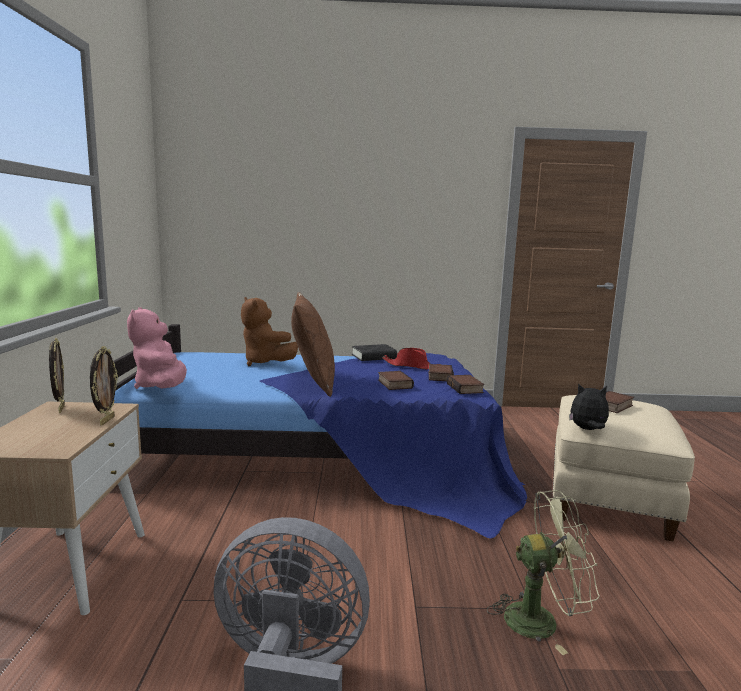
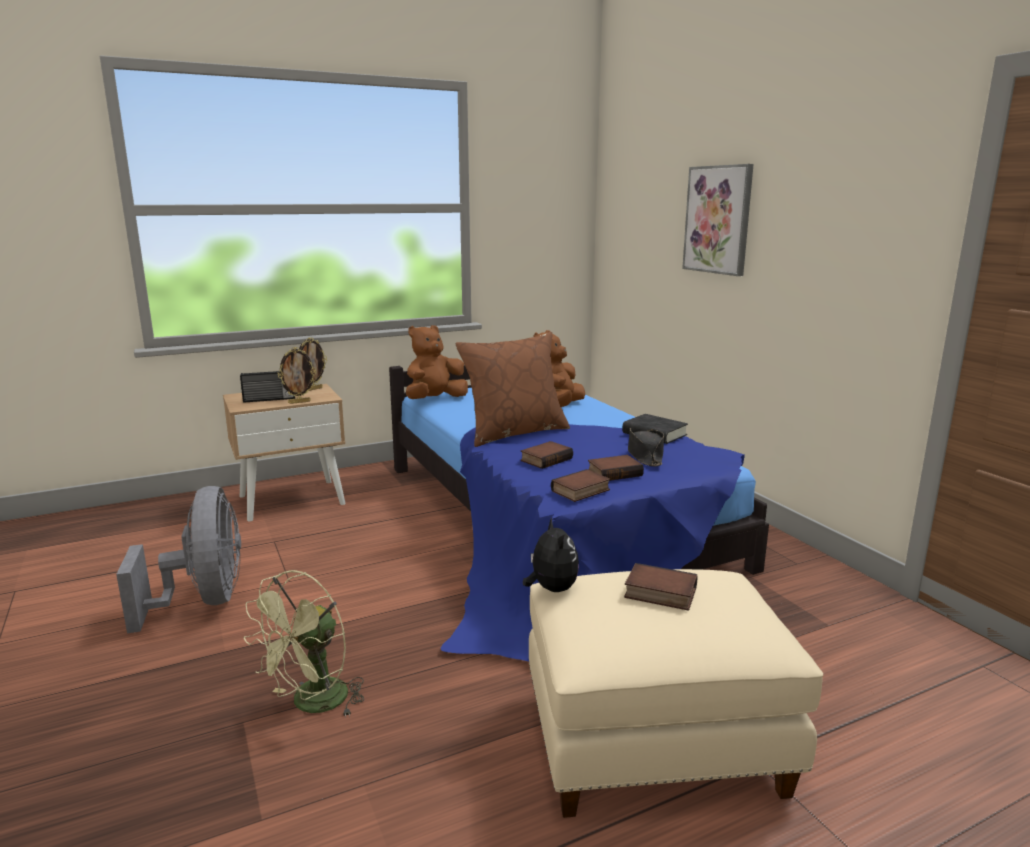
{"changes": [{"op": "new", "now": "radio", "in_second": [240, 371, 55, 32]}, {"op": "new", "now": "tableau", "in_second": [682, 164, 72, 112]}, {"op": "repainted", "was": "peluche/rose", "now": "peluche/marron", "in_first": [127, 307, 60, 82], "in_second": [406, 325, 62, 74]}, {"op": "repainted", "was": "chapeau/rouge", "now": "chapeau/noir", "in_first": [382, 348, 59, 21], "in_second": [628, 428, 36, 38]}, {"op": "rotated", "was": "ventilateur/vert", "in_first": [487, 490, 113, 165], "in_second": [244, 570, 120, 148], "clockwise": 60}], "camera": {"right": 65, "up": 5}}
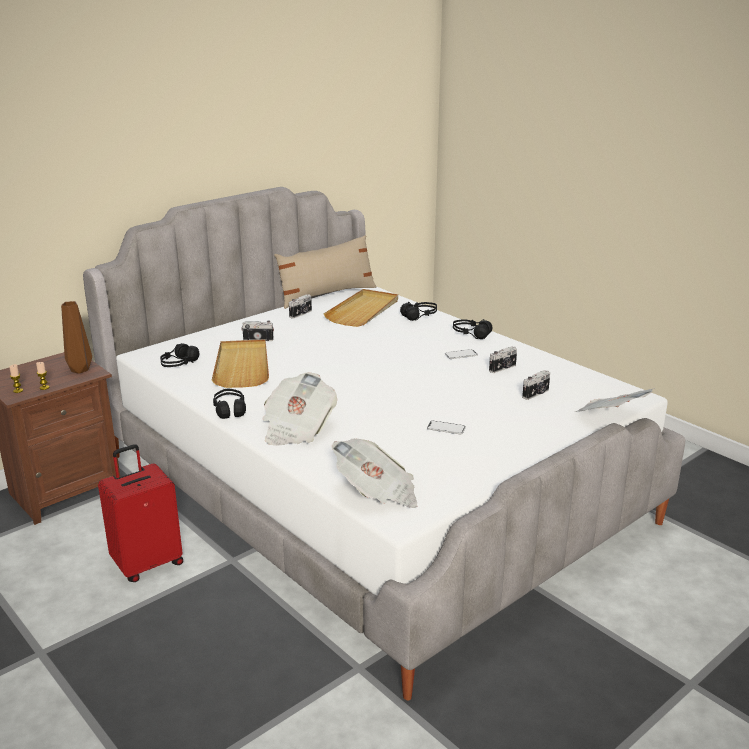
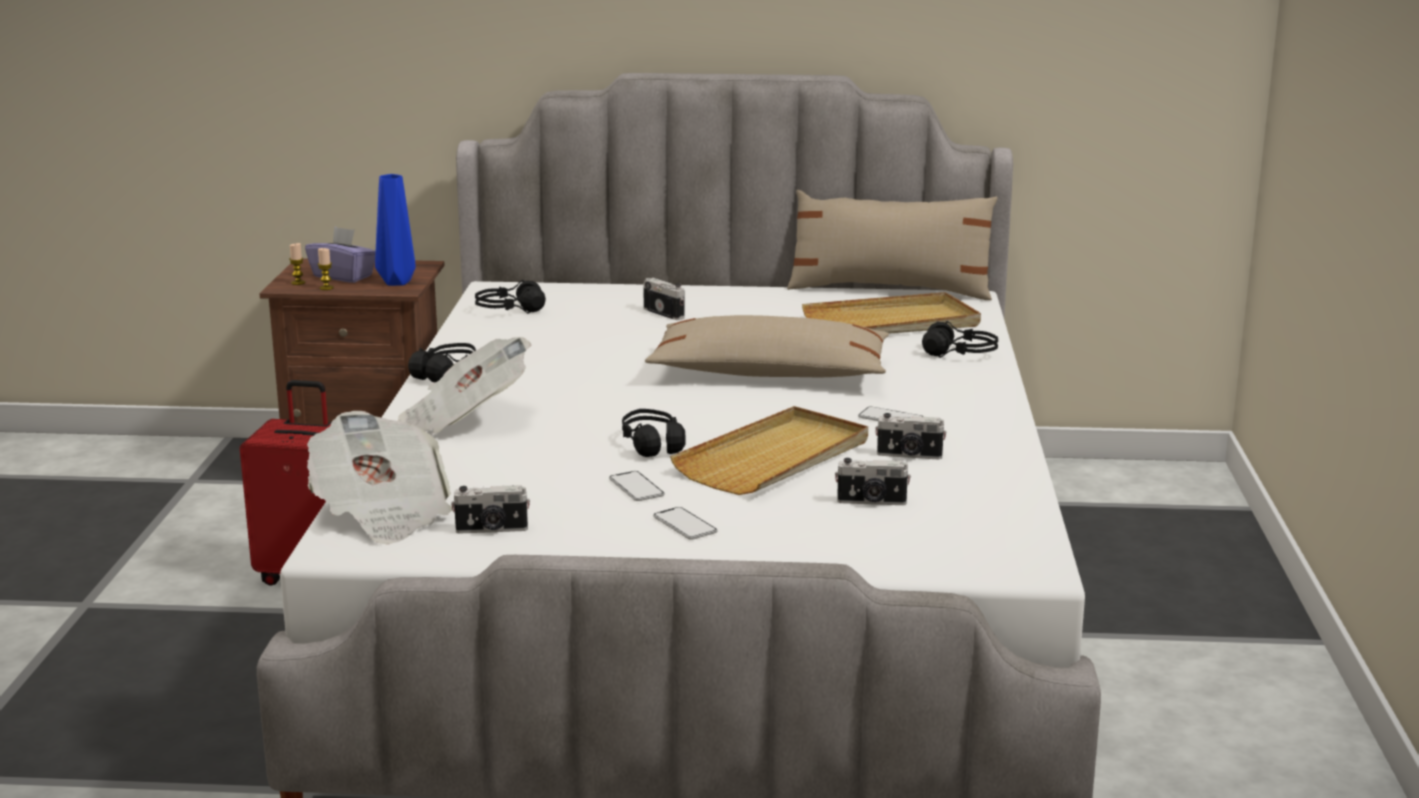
{"changes": [{"op": "gone", "was": "journal", "in_first": [575, 388, 80, 24]}, {"op": "new", "now": "boîte à mouchoirs/violet", "in_second": [305, 226, 71, 57]}, {"op": "new", "now": "coussin/beige", "in_second": [645, 315, 244, 62]}, {"op": "new", "now": "téléphone", "in_second": [653, 507, 65, 33]}, {"op": "shifted", "was": "plateau/beige", "in_first": [212, 339, 57, 49], "in_second": [670, 406, 198, 89]}, {"op": "shifted", "was": "appareil photo", "in_first": [289, 294, 23, 25], "in_second": [451, 485, 79, 49]}, {"op": "shifted", "was": "casque audio/noir", "in_first": [453, 319, 40, 20], "in_second": [622, 409, 64, 48]}, {"op": "repainted", "was": "vase/marron", "now": "vase/bleu", "in_first": [61, 301, 31, 73], "in_second": [375, 174, 41, 112]}], "camera": {"right": 45, "up": -5}}
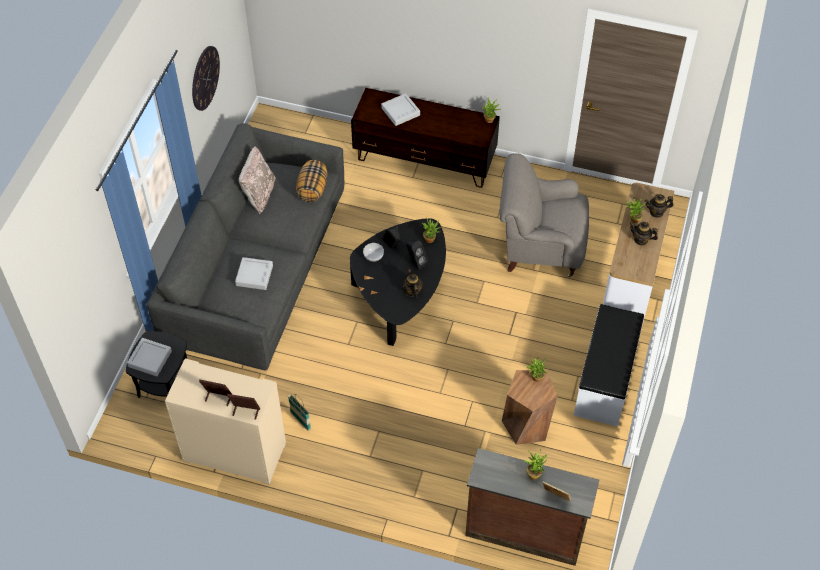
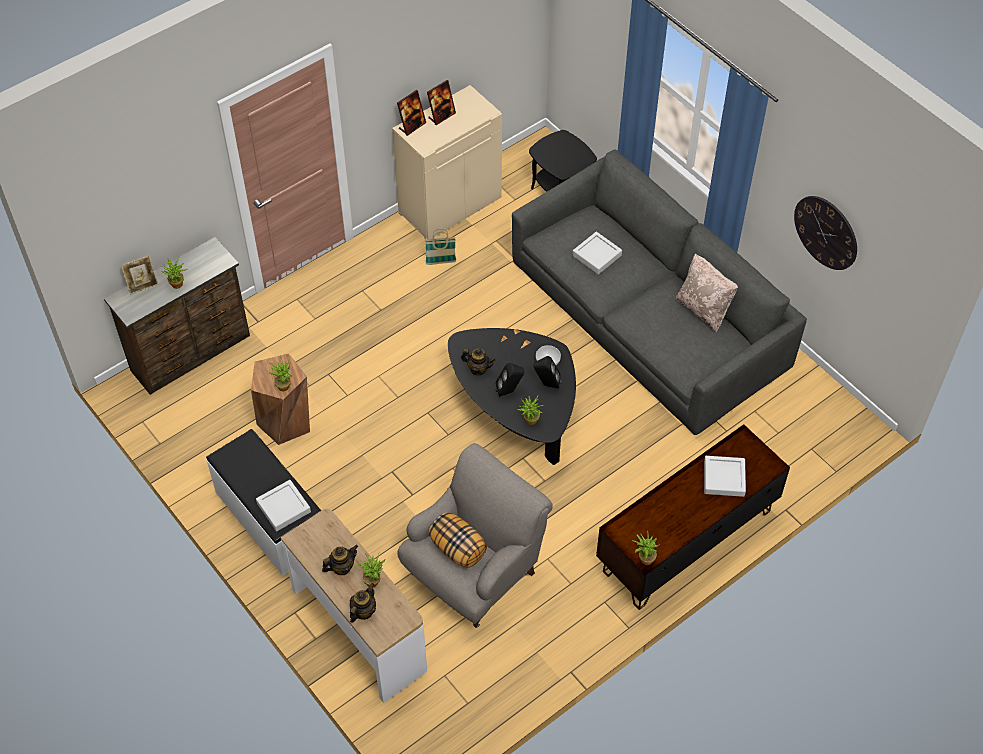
{"changes": [{"op": "shifted", "was": "plateau/gris", "in_first": [127, 338, 45, 38], "in_second": [256, 480, 55, 51]}, {"op": "shifted", "was": "coussin", "in_first": [296, 160, 31, 42], "in_second": [428, 512, 59, 56]}], "camera": {"right": 125, "up": 0}}
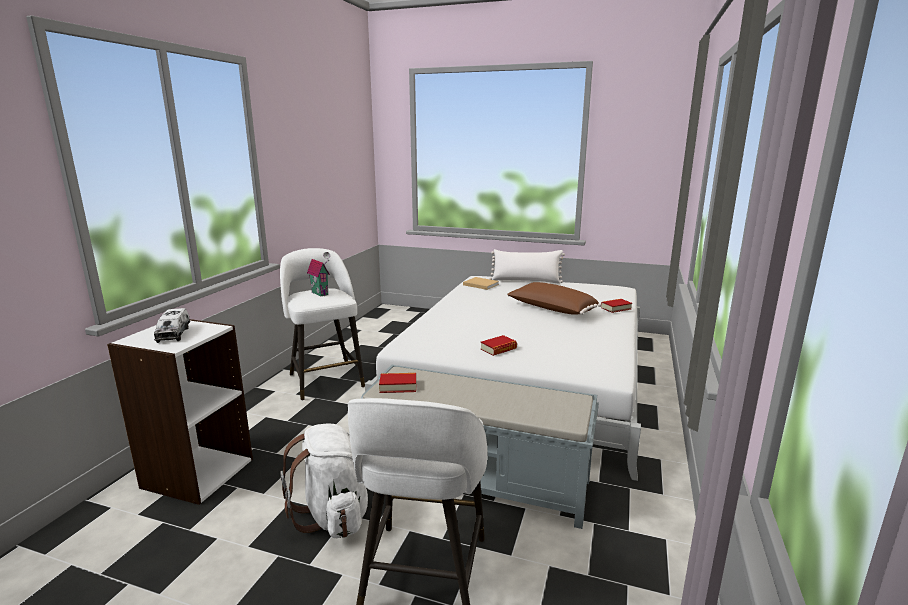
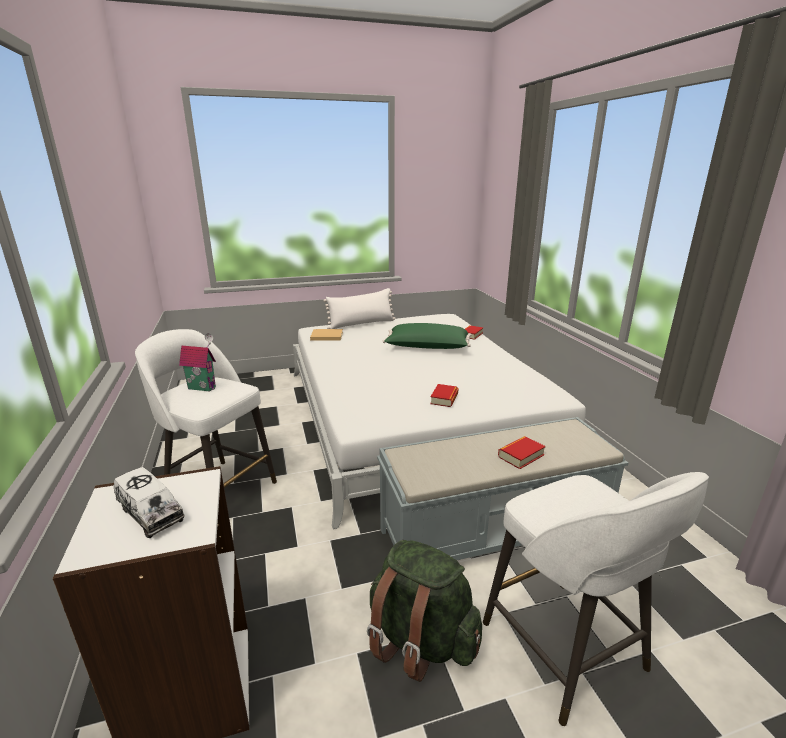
{"changes": [{"op": "shifted", "was": "livre", "in_first": [379, 373, 37, 20], "in_second": [498, 436, 48, 33]}, {"op": "repainted", "was": "sac à dos/blanc", "now": "sac à dos/vert", "in_first": [280, 423, 88, 115], "in_second": [367, 540, 115, 142]}, {"op": "repainted", "was": "coussin/marron", "now": "coussin/vert", "in_first": [507, 282, 94, 33], "in_second": [383, 323, 89, 26]}], "camera": {"right": -35, "up": 5}}
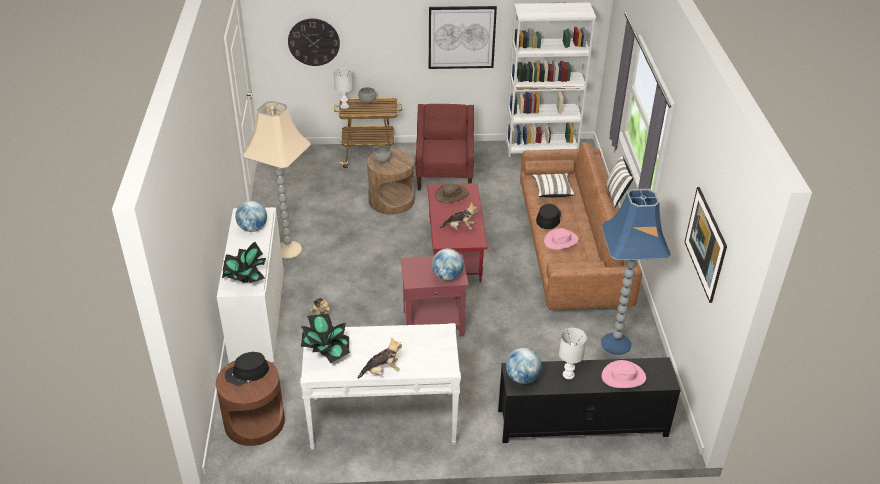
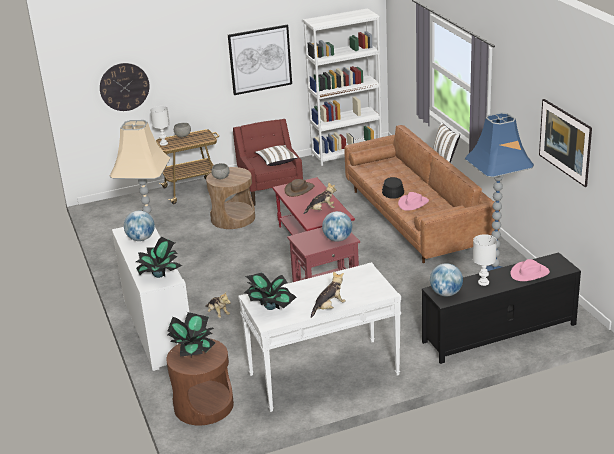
{"changes": [{"op": "shifted", "was": "coussin/blanc", "in_first": [532, 173, 43, 25], "in_second": [255, 145, 43, 21]}, {"op": "swapped", "was": "chapeau/noir", "now": "plante en pot", "in_first": [225, 352, 44, 33], "in_second": [167, 312, 48, 45]}], "camera": {"right": -15, "up": -10}}
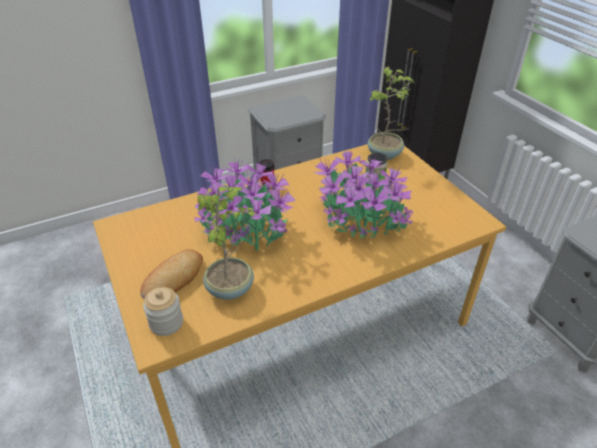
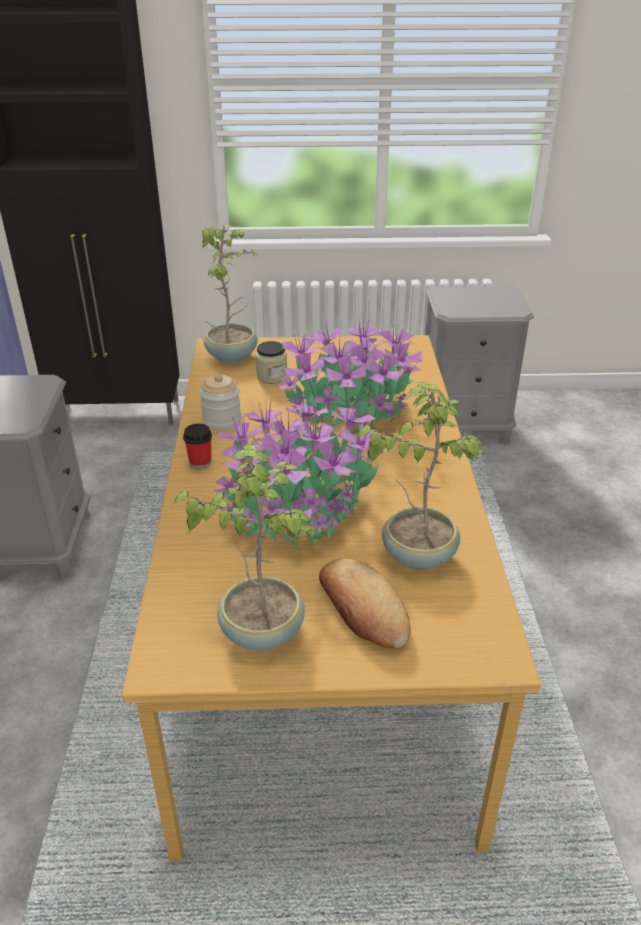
{"changes": [{"op": "new", "now": "plante en pot", "in_second": [172, 444, 142, 206]}, {"op": "shifted", "was": "bocal", "in_first": [143, 287, 40, 49], "in_second": [199, 374, 42, 57]}], "camera": {"right": -65, "up": -5}}
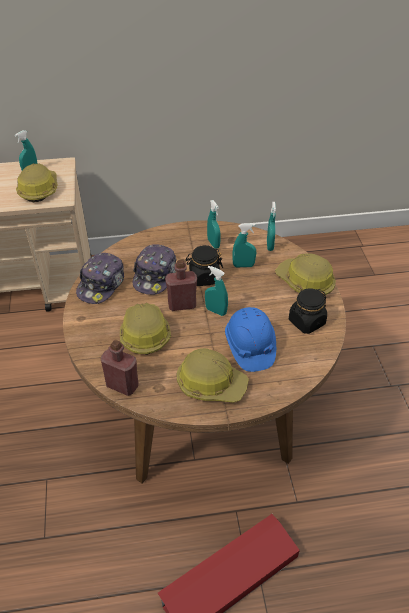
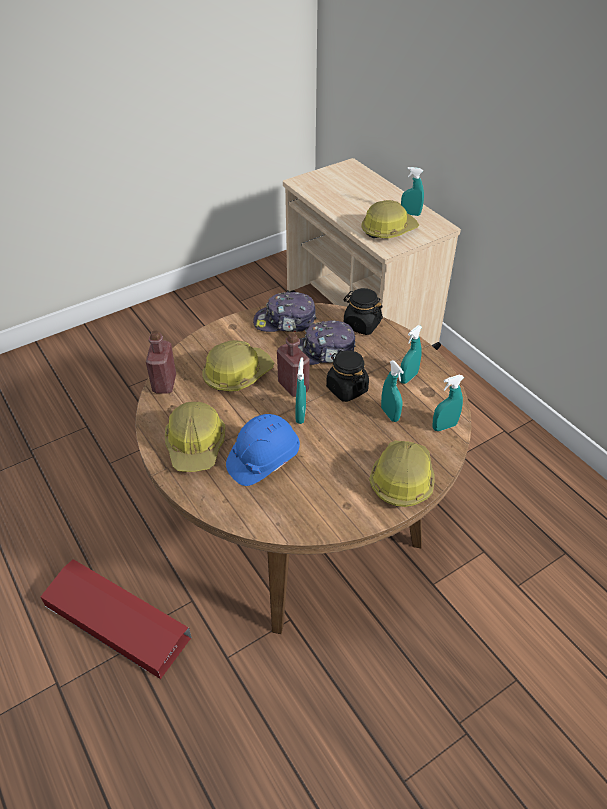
{"changes": [{"op": "shifted", "was": "bocal/noir", "in_first": [289, 288, 38, 46], "in_second": [343, 288, 40, 47]}], "camera": {"right": 65, "up": 0}}
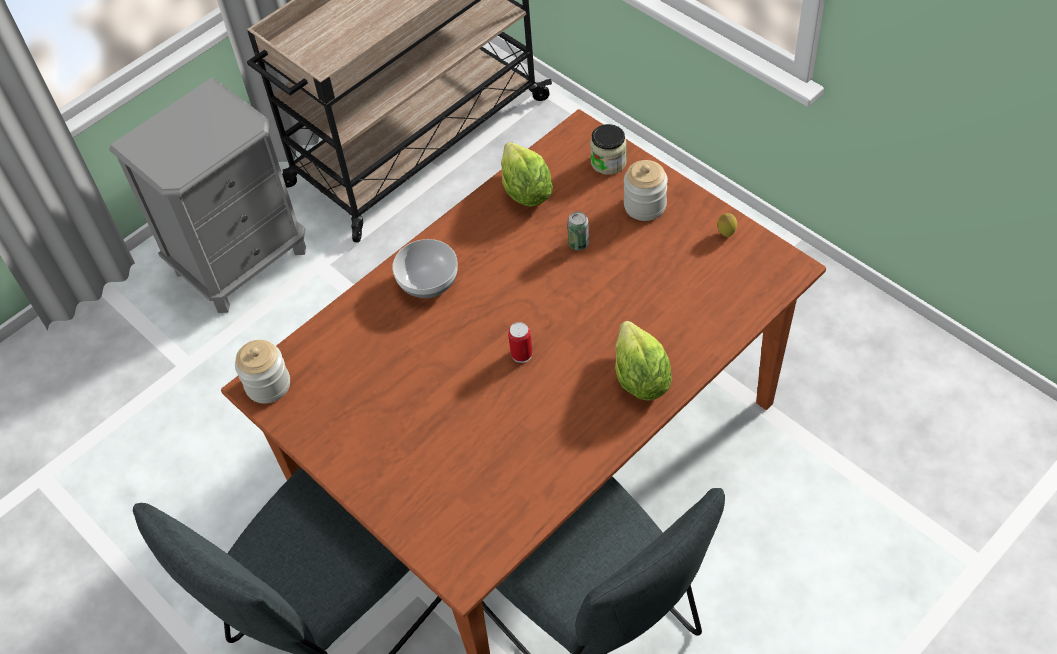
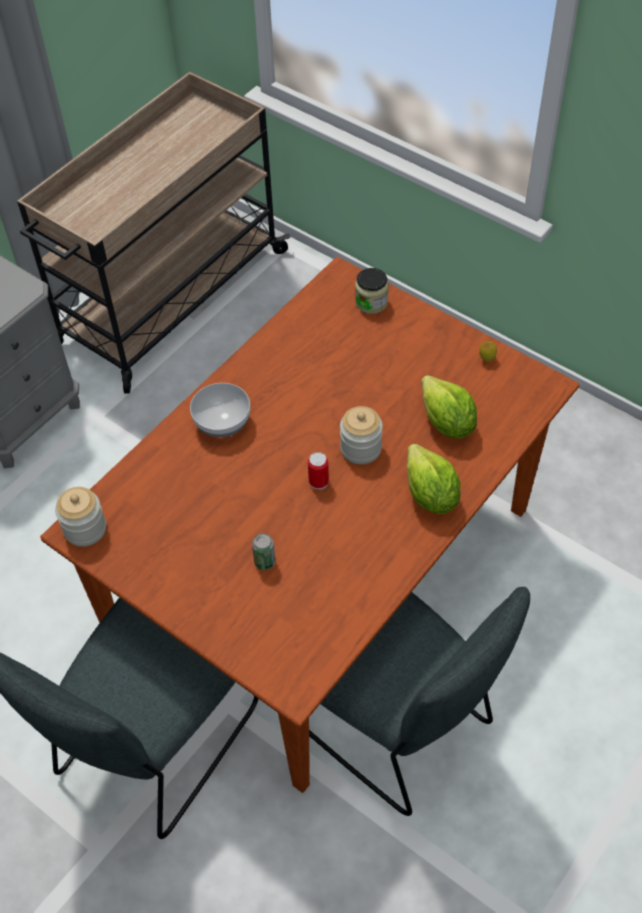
{"changes": [{"op": "shifted", "was": "laitue", "in_first": [501, 142, 52, 65], "in_second": [422, 375, 55, 64]}, {"op": "shifted", "was": "boîte métallique", "in_first": [567, 212, 22, 38], "in_second": [252, 533, 24, 37]}, {"op": "shifted", "was": "bocal", "in_first": [624, 160, 44, 61], "in_second": [340, 406, 43, 58]}], "camera": {"right": -10, "up": 0}}
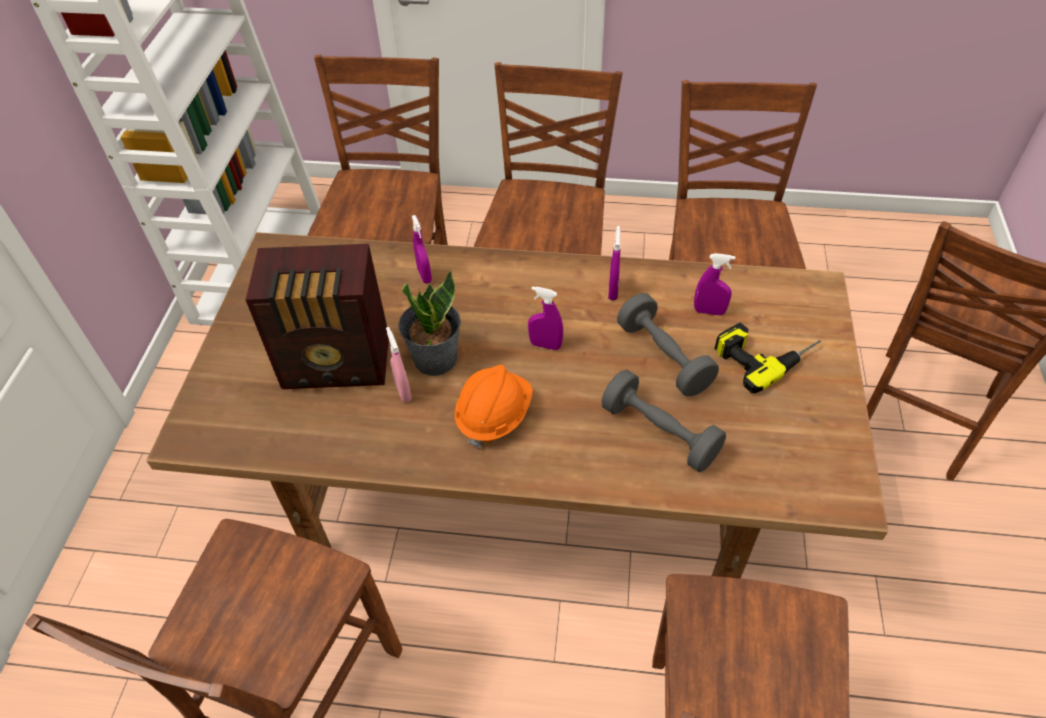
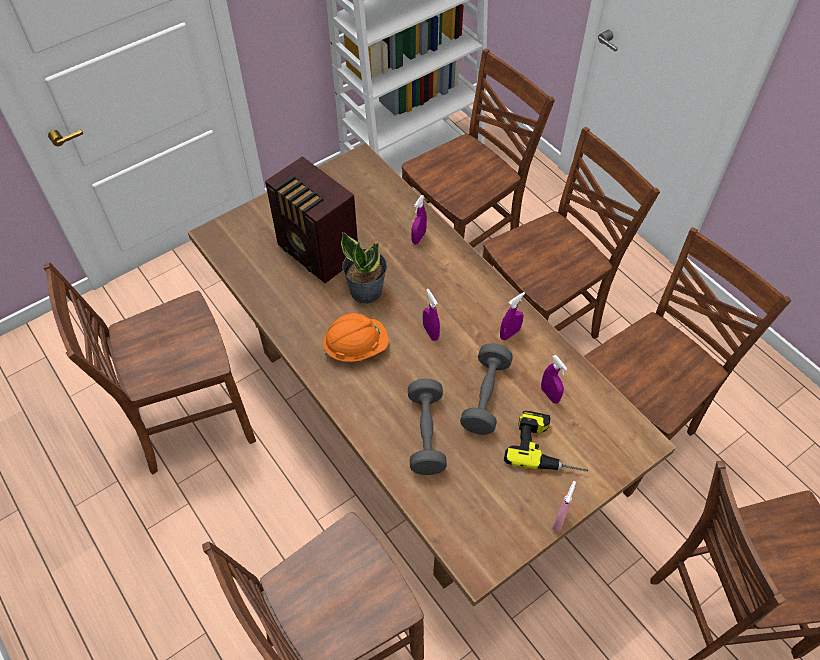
{"changes": [{"op": "shifted", "was": "vaporisateur/rose", "in_first": [386, 327, 26, 75], "in_second": [552, 481, 24, 51]}], "camera": {"right": 45, "up": 5}}
